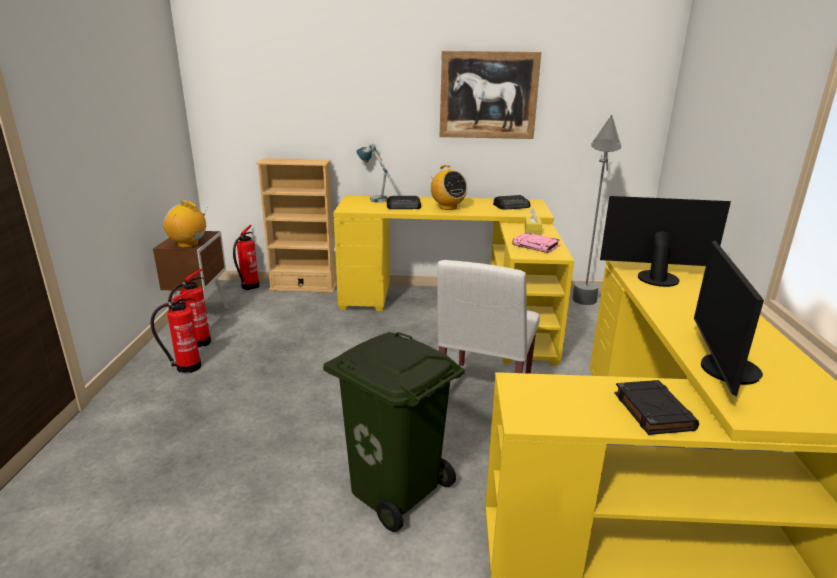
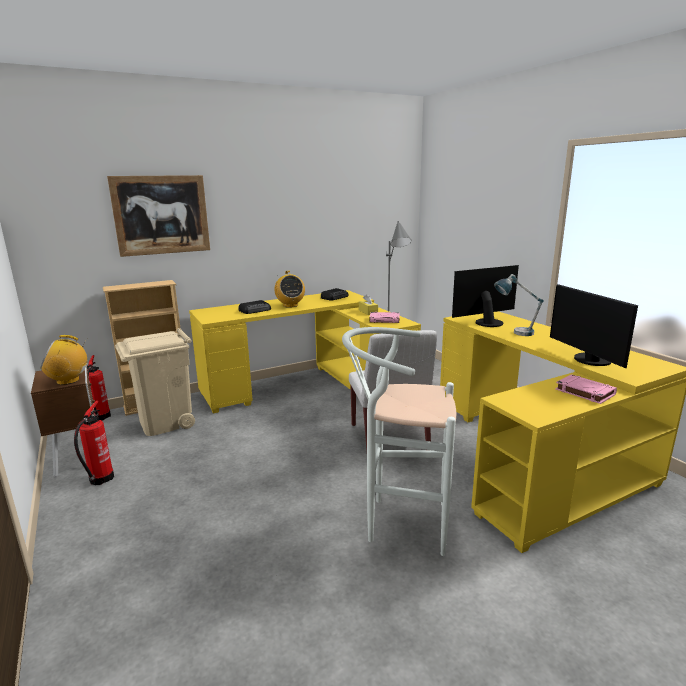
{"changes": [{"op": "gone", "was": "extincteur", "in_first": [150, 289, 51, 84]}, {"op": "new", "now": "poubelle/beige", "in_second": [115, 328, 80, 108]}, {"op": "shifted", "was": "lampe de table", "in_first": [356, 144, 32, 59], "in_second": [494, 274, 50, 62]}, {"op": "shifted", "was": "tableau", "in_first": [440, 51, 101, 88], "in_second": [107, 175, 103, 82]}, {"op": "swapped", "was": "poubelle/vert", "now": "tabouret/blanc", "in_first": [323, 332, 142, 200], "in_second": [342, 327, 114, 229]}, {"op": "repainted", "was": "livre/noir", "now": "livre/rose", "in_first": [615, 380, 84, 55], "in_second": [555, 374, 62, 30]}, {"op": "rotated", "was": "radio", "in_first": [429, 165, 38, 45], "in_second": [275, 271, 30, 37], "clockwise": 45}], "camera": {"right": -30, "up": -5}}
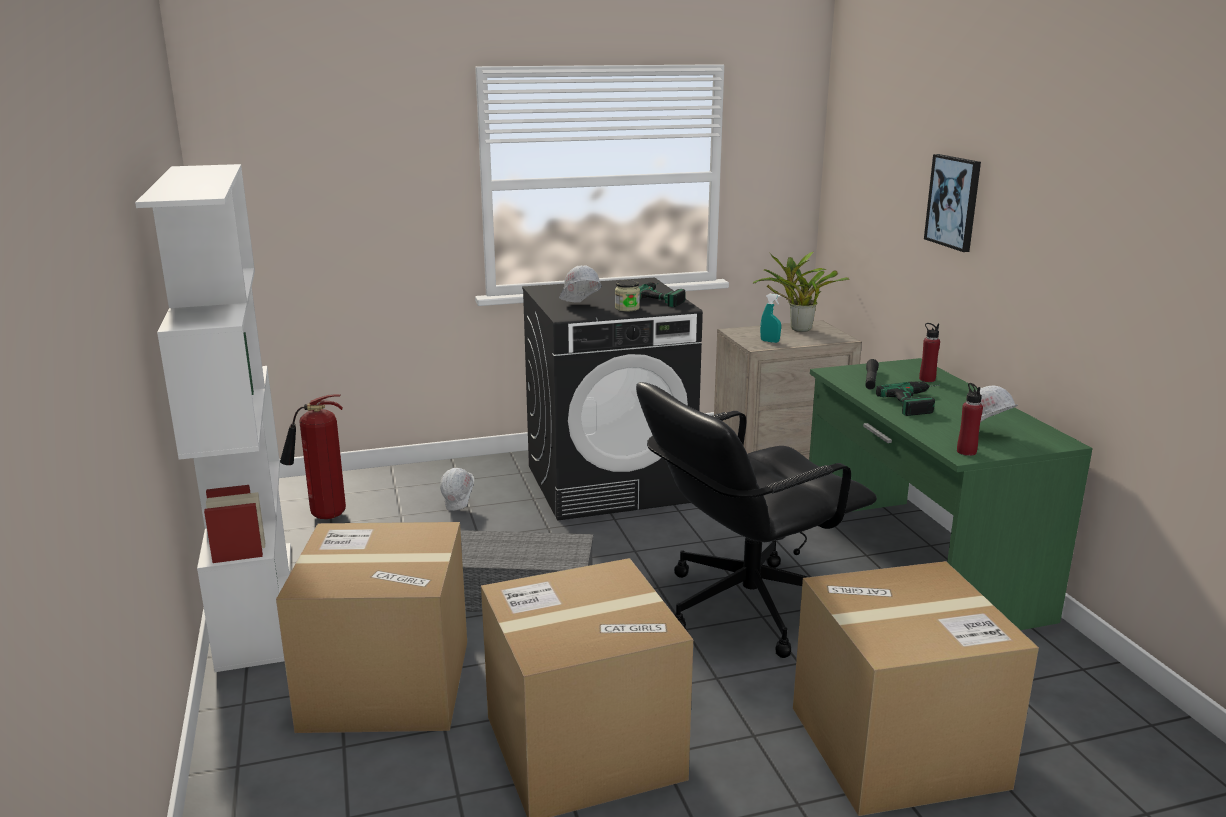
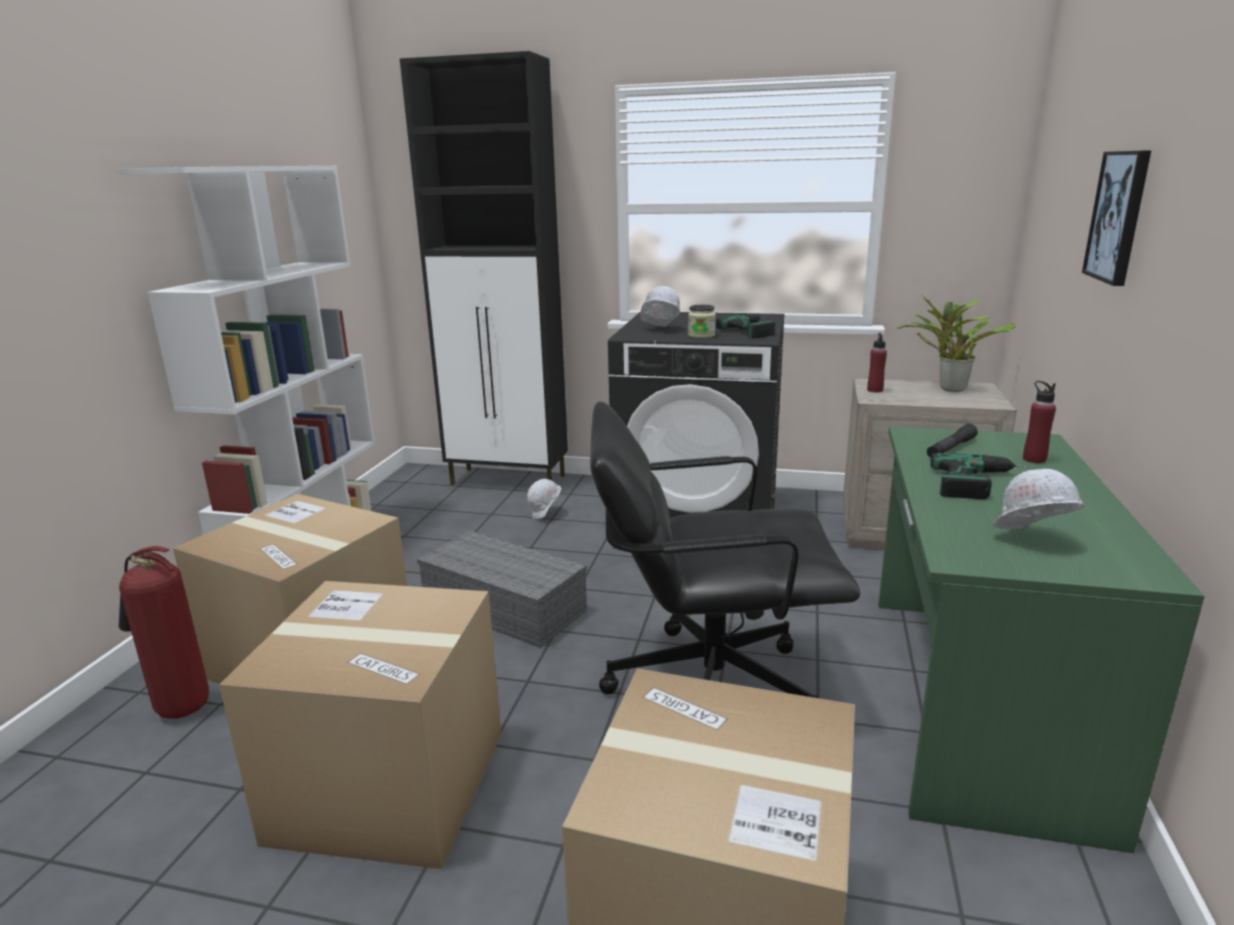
{"changes": [{"op": "gone", "was": "vaporisateur/turquoise", "in_first": [760, 294, 21, 49]}, {"op": "new", "now": "meuble de rangement/noir", "in_second": [400, 51, 168, 434]}, {"op": "shifted", "was": "extincteur", "in_first": [280, 394, 66, 125], "in_second": [119, 546, 90, 173]}, {"op": "shifted", "was": "bouteille/rouge", "in_first": [957, 383, 26, 73], "in_second": [867, 333, 20, 60]}], "camera": {"right": 30, "up": 0}}
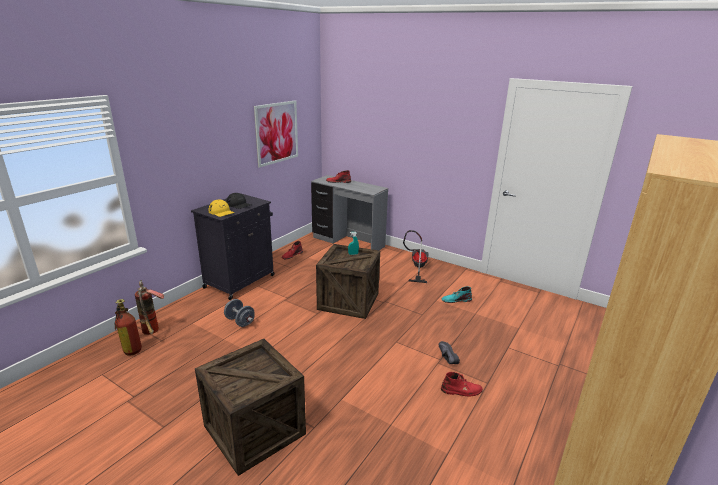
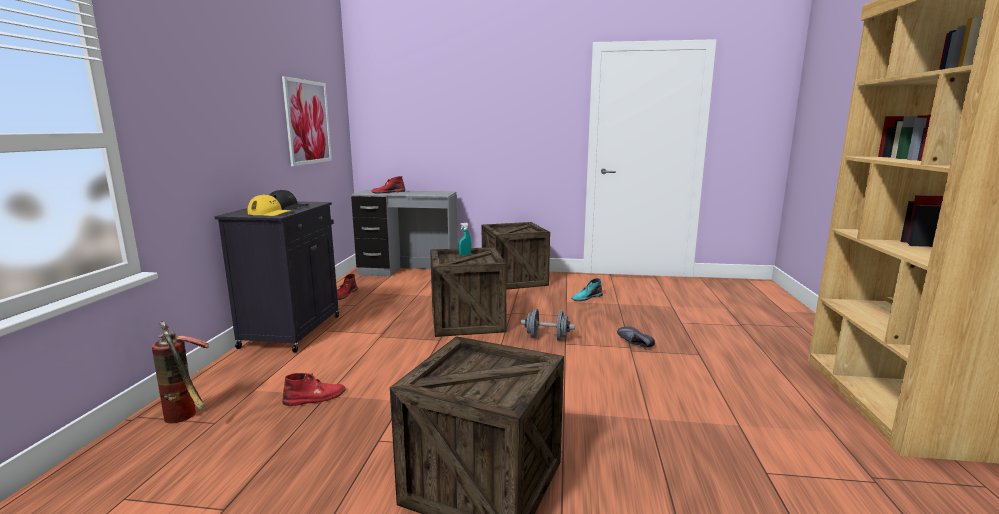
{"changes": [{"op": "gone", "was": "extincteur", "in_first": [115, 299, 27, 57]}, {"op": "shifted", "was": "haltère/gris", "in_first": [224, 299, 31, 28], "in_second": [521, 309, 54, 32]}, {"op": "shifted", "was": "botte/rouge", "in_first": [441, 372, 42, 24], "in_second": [282, 373, 64, 33]}, {"op": "swapped", "was": "aspirateur", "now": "caisse", "in_first": [403, 230, 26, 53], "in_second": [482, 222, 68, 68]}], "camera": {"right": -25, "up": -10}}
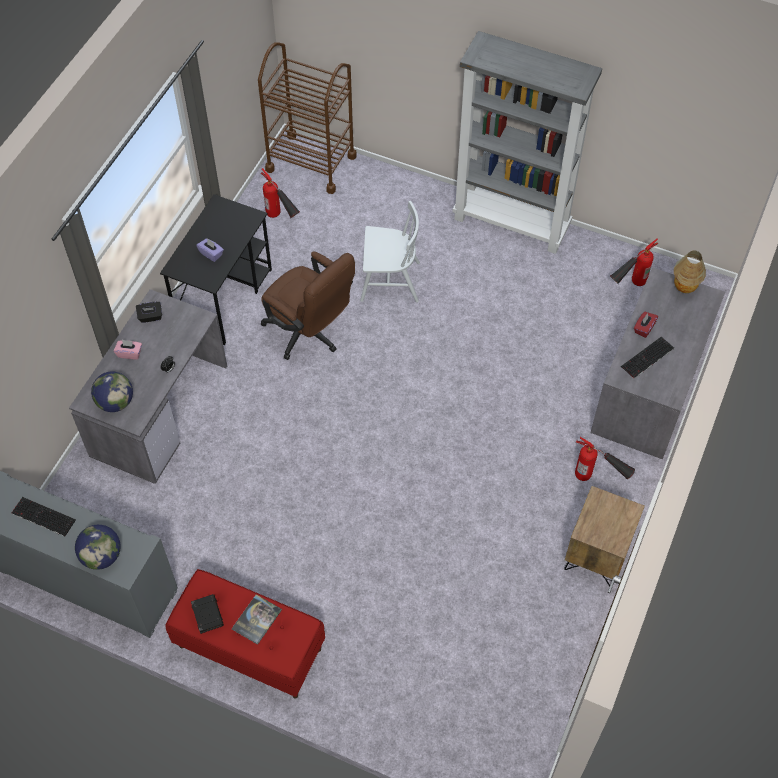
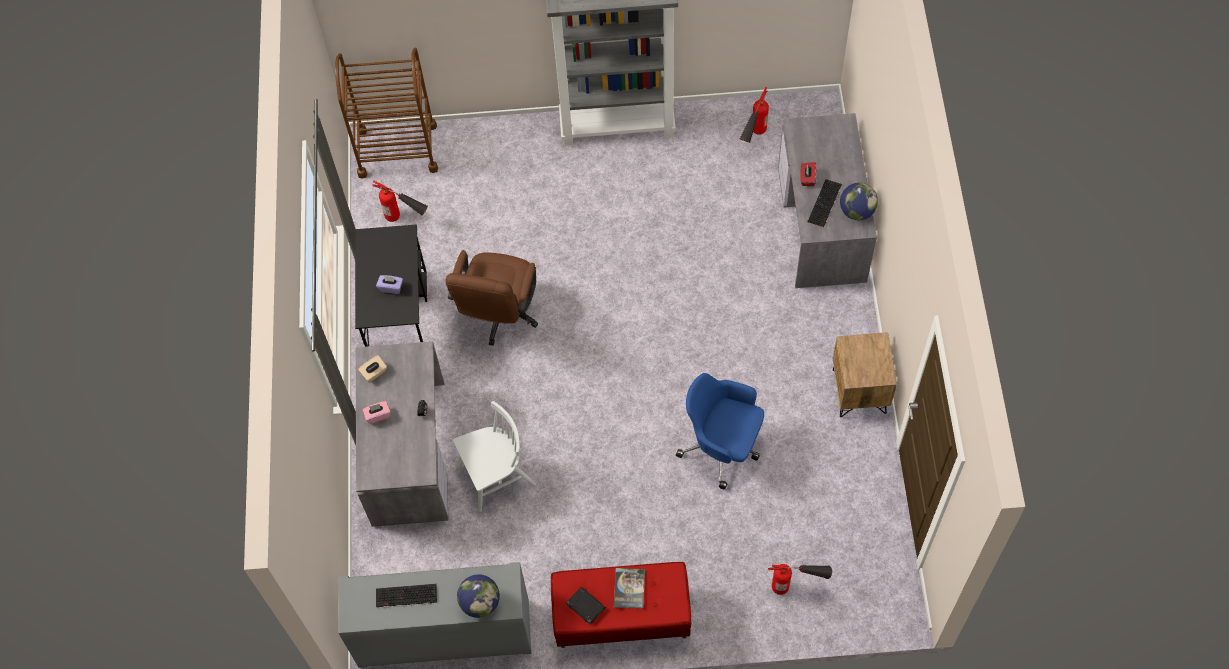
{"changes": [{"op": "gone", "was": "lampe de table", "in_first": [674, 250, 32, 43]}, {"op": "new", "now": "chaise de bureau/bleu", "in_second": [676, 373, 88, 116]}, {"op": "shifted", "was": "globe", "in_first": [91, 371, 42, 41], "in_second": [840, 183, 38, 37]}, {"op": "shifted", "was": "chaise/blanc", "in_first": [360, 201, 60, 102], "in_second": [453, 401, 83, 111]}, {"op": "shifted", "was": "extincteur", "in_first": [575, 437, 60, 44], "in_second": [768, 564, 64, 31]}, {"op": "repainted", "was": "boîte à mouchoirs/noir", "now": "boîte à mouchoirs/beige", "in_first": [136, 302, 26, 21], "in_second": [358, 355, 29, 27]}, {"op": "rotated", "was": "chaise de bureau/marron", "in_first": [261, 251, 94, 109], "in_second": [446, 250, 92, 96], "clockwise": 90}], "camera": {"right": -25, "up": 5}}
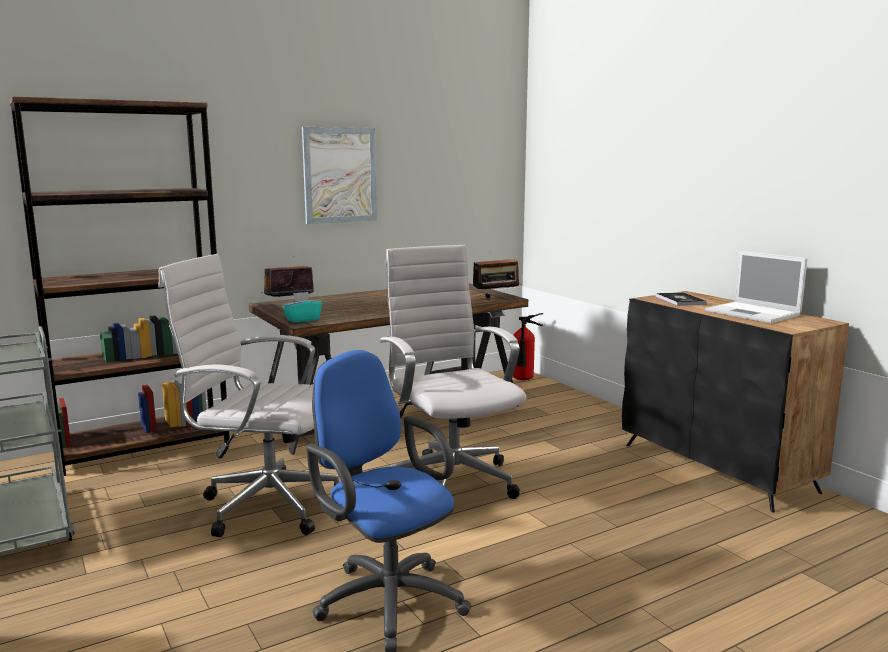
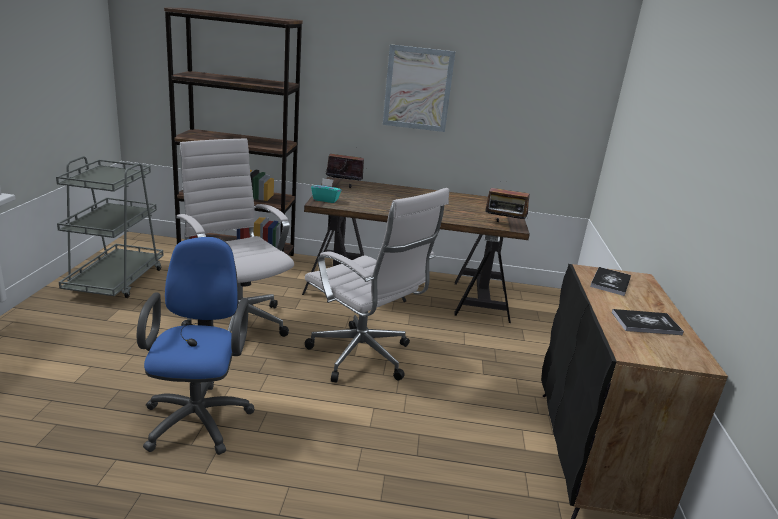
{"changes": [{"op": "gone", "was": "extincteur", "in_first": [513, 313, 30, 67]}, {"op": "swapped", "was": "ordinateur portable", "now": "livre", "in_first": [705, 251, 102, 72], "in_second": [612, 309, 72, 26]}, {"op": "rotated", "was": "chaise de bureau/blanc", "in_first": [380, 245, 146, 254], "in_second": [305, 188, 144, 194], "clockwise": 120}], "camera": {"right": 35, "up": 10}}
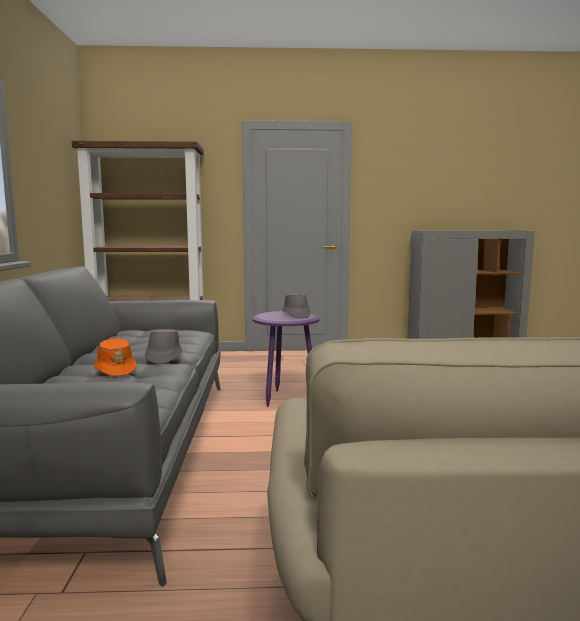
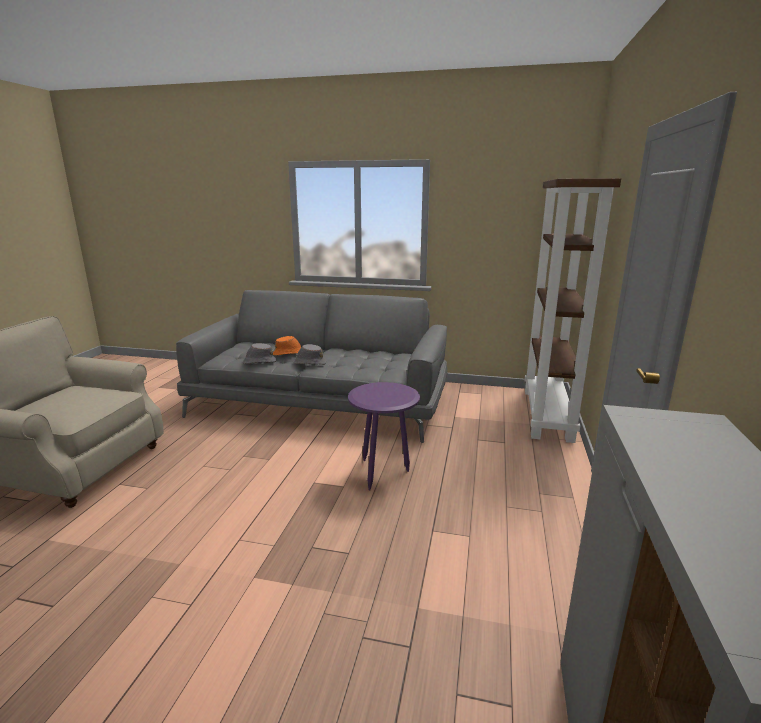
{"changes": [{"op": "shifted", "was": "chapeau/gris", "in_first": [282, 294, 29, 24], "in_second": [243, 343, 34, 21]}], "camera": {"right": 105, "up": 10}}
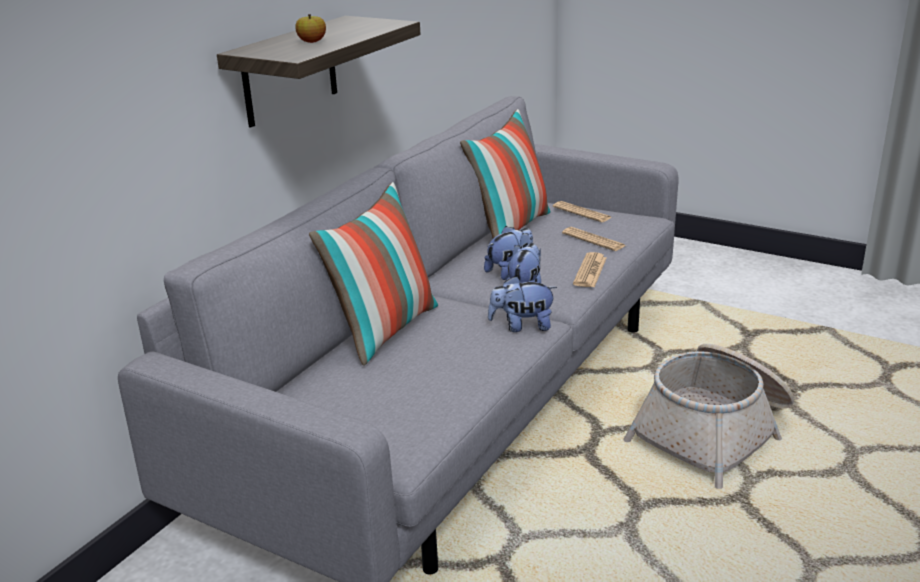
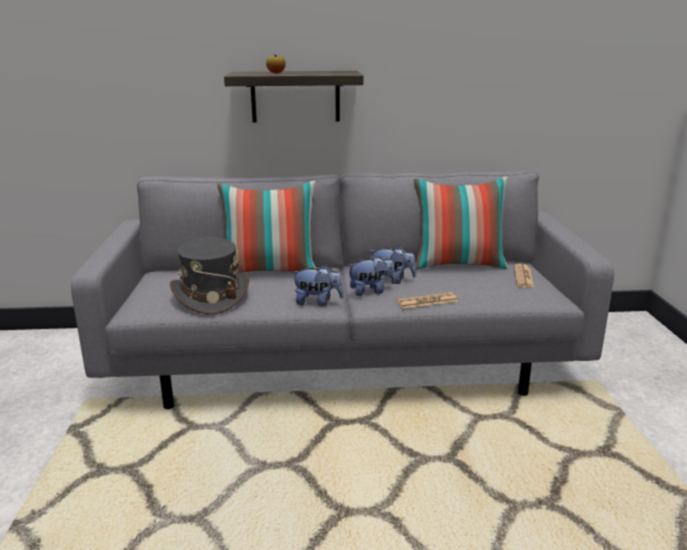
{"changes": [{"op": "gone", "was": "journal", "in_first": [562, 227, 64, 24]}, {"op": "gone", "was": "panier", "in_first": [624, 344, 170, 145]}, {"op": "new", "now": "chapeau/gris", "in_second": [170, 238, 79, 76]}, {"op": "rotated", "was": "peluche", "in_first": [488, 276, 69, 56], "in_second": [292, 264, 52, 43], "clockwise": 135}], "camera": {"right": 55, "up": -5}}
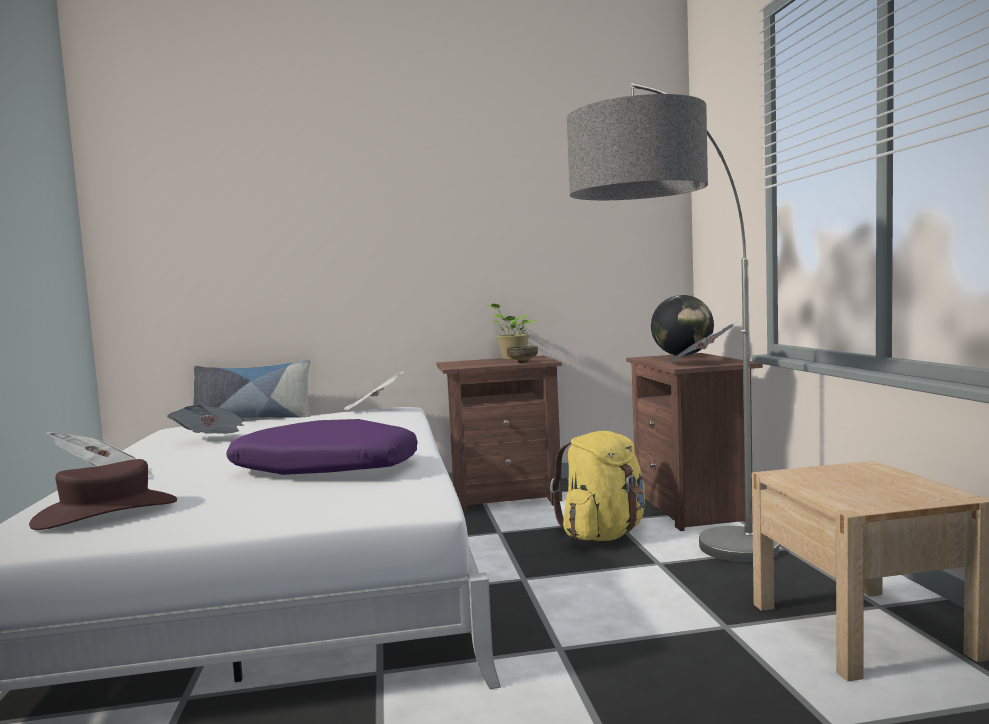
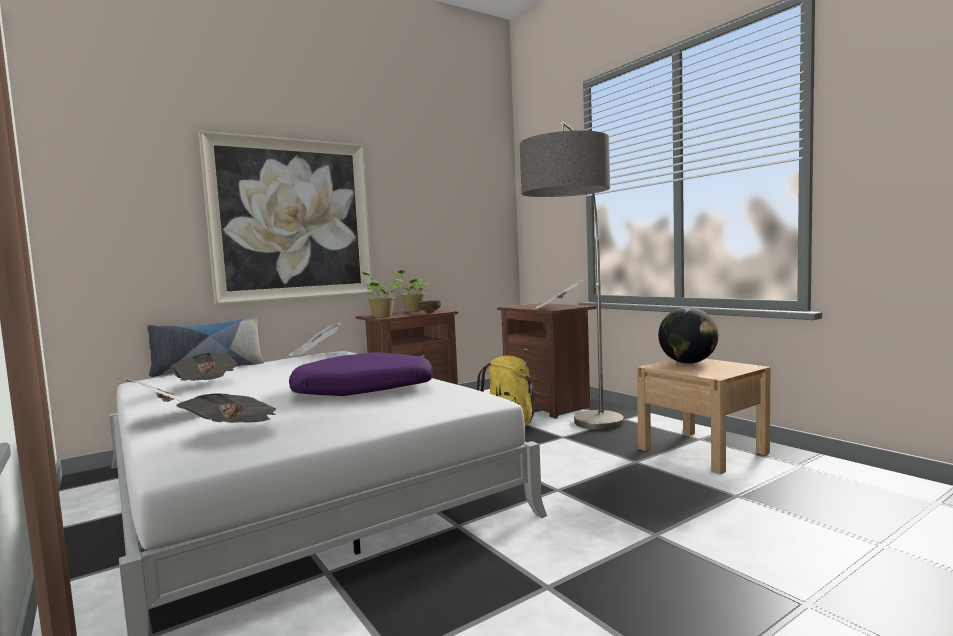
{"changes": [{"op": "new", "now": "tableau", "in_second": [198, 131, 175, 173]}, {"op": "new", "now": "plante en pot", "in_second": [363, 272, 36, 45]}, {"op": "shifted", "was": "globe", "in_first": [651, 295, 63, 61], "in_second": [658, 307, 60, 57]}, {"op": "swapped", "was": "chapeau/marron", "now": "journal", "in_first": [29, 459, 148, 71], "in_second": [177, 393, 99, 30]}], "camera": {"right": -25, "up": 0}}
